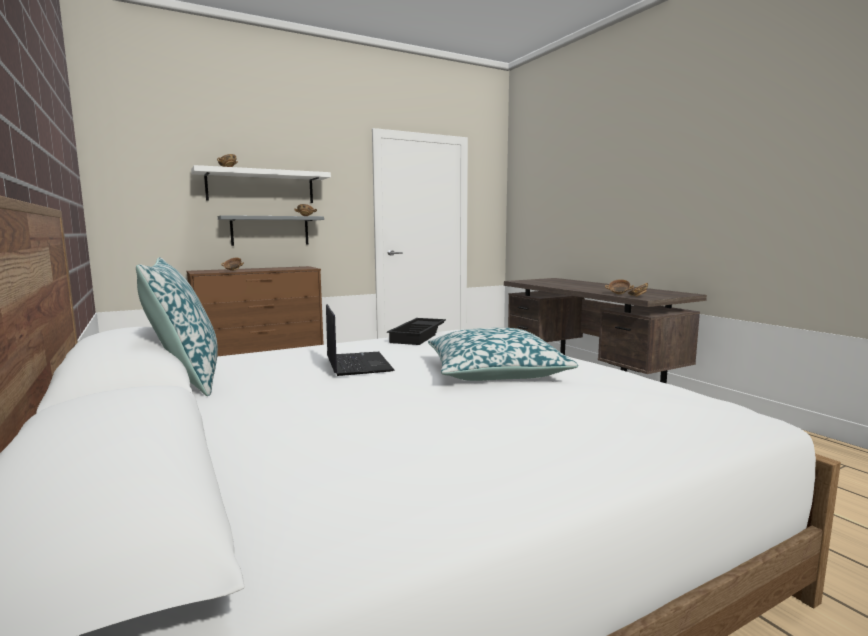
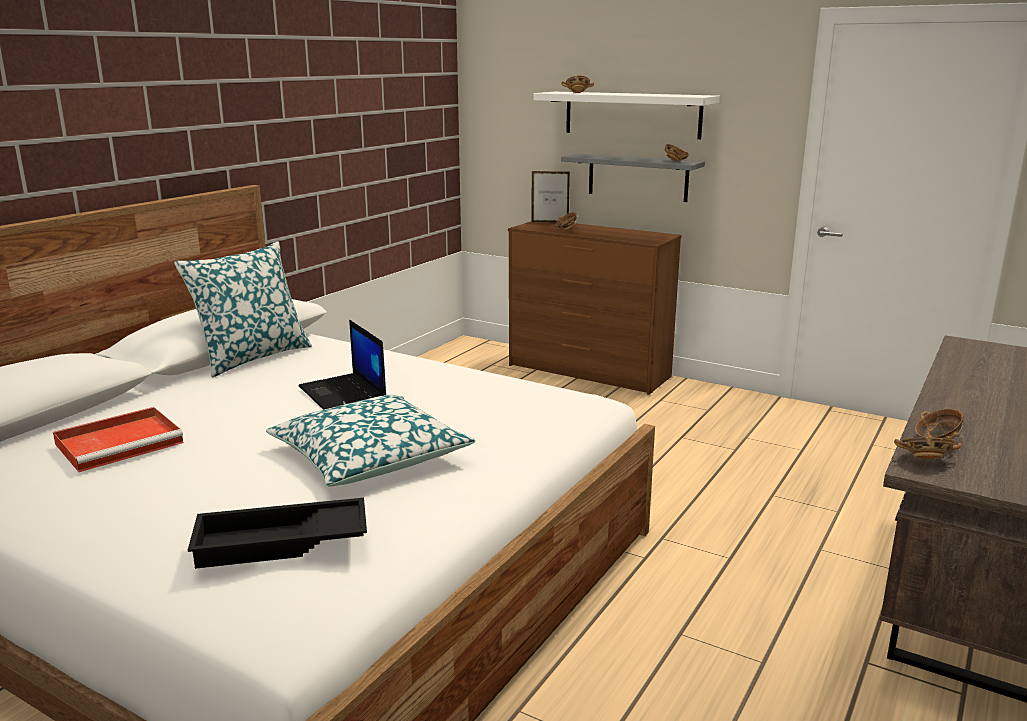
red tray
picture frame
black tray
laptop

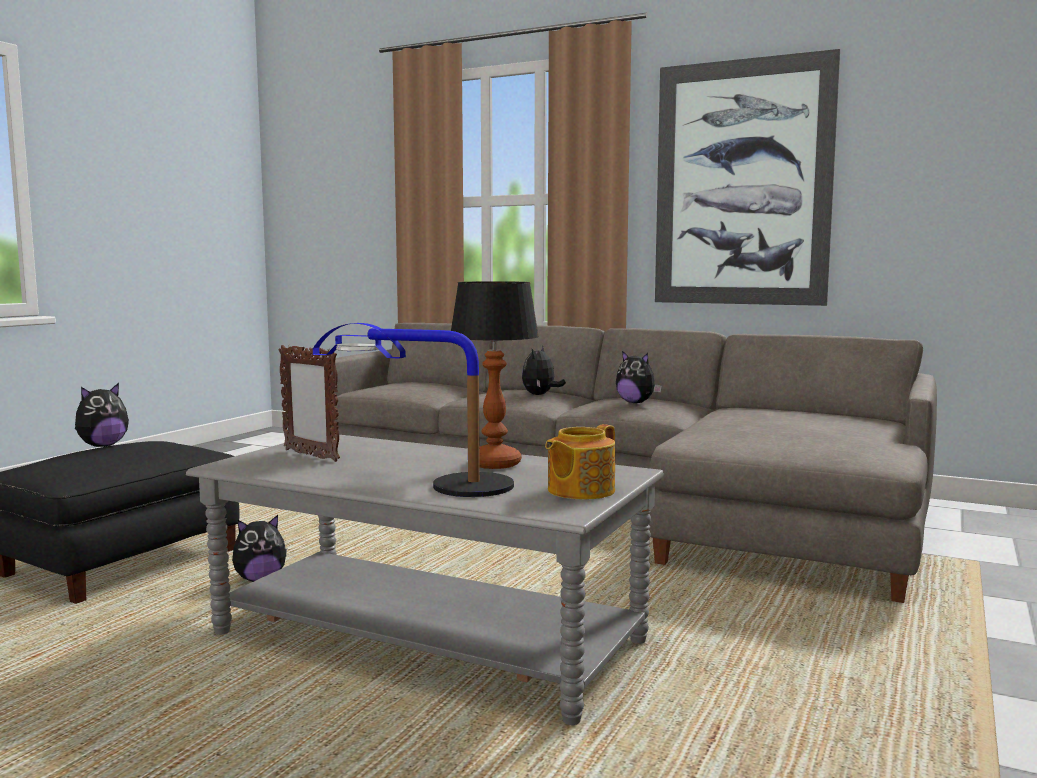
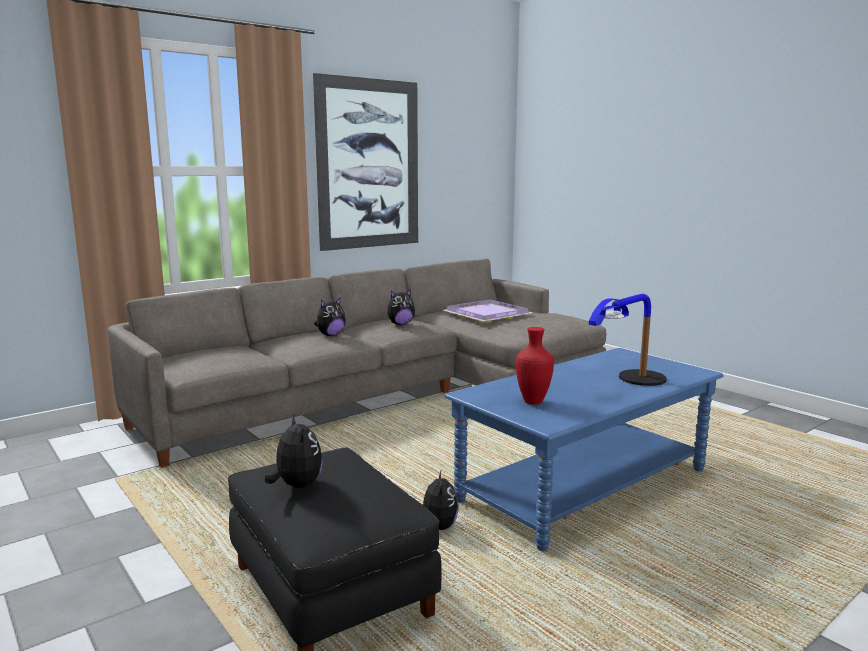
table lamp (no. 2 from left in the first image)
teapot
purple tray
red vase
blue coffee table
plush toy (no. 2 from left)

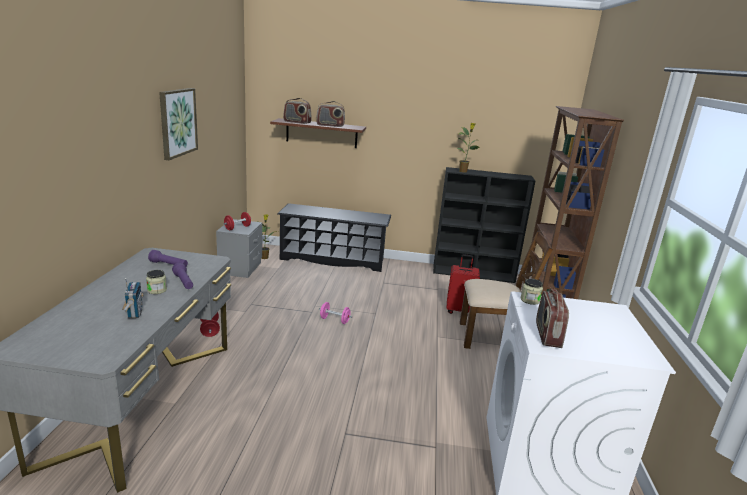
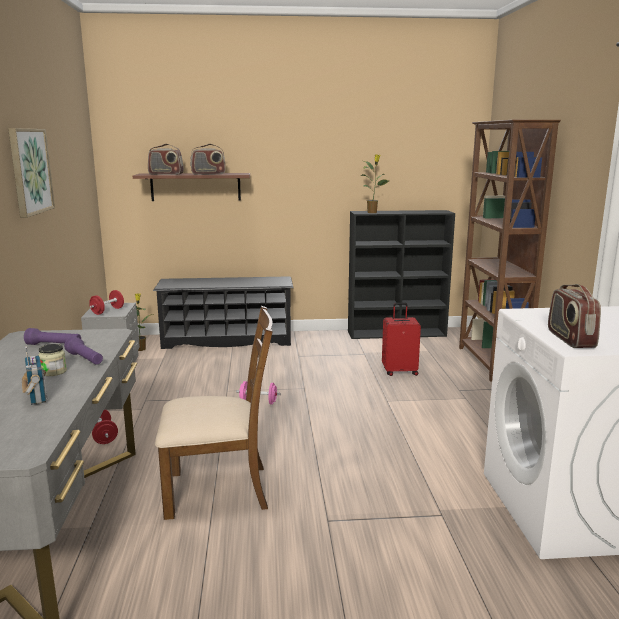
jar (no. 2 from left in the first image)
brown chair

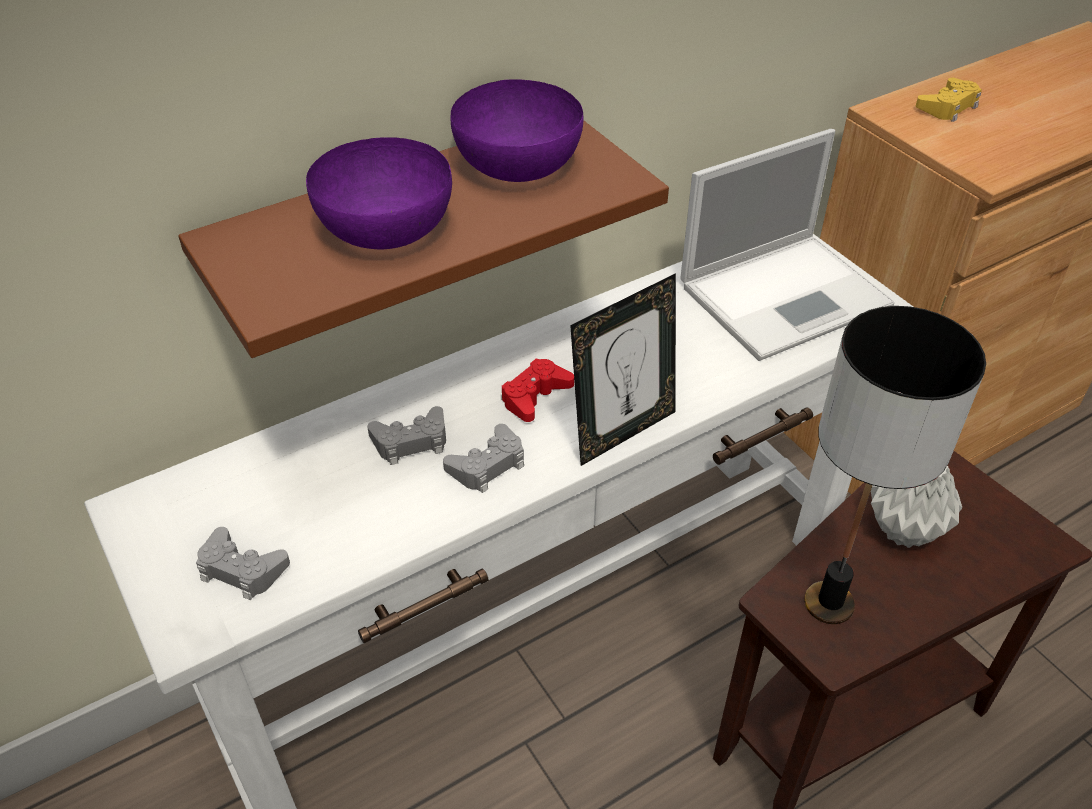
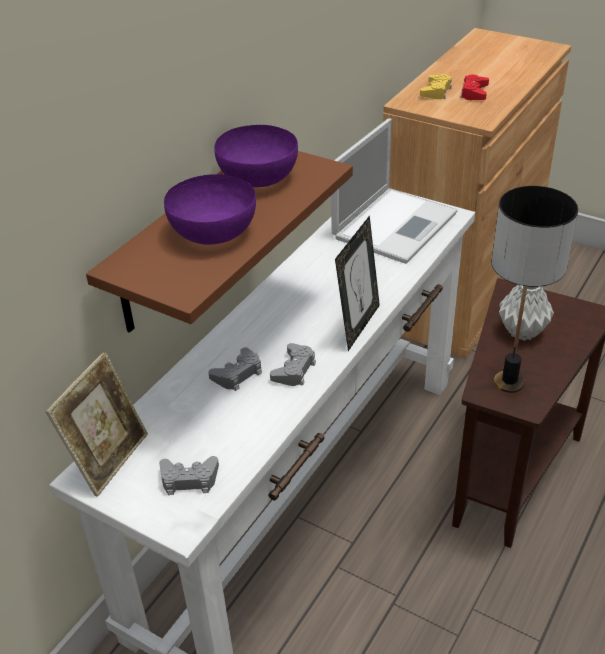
picture frame (no. 1 from left)
red game controller

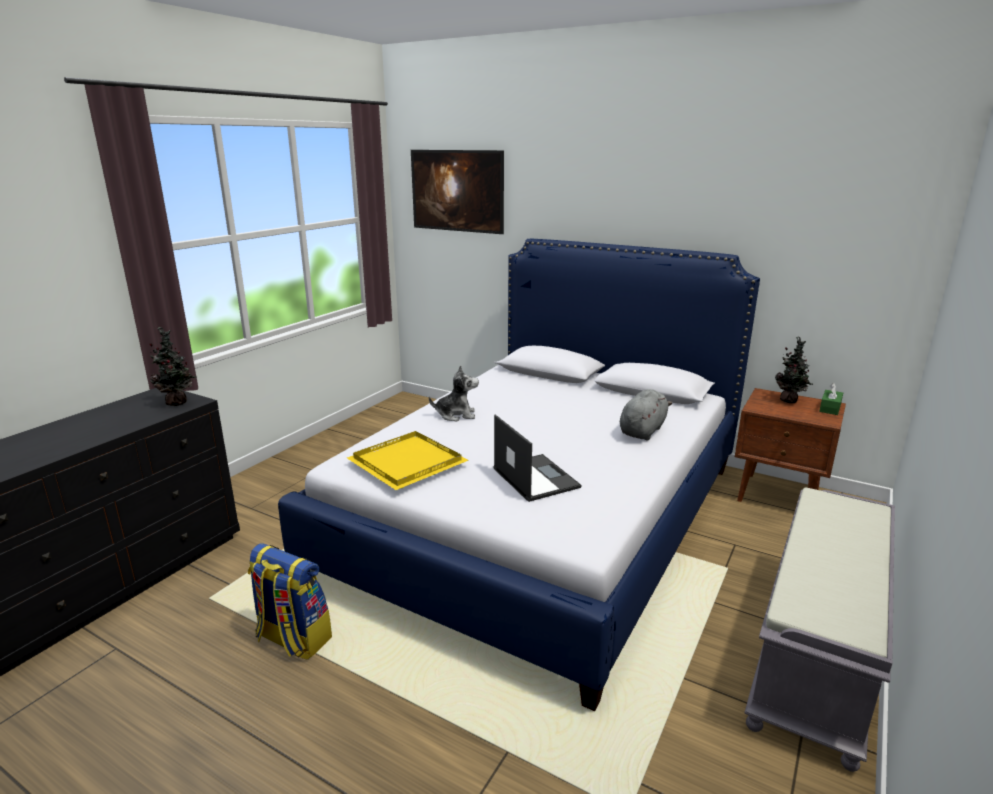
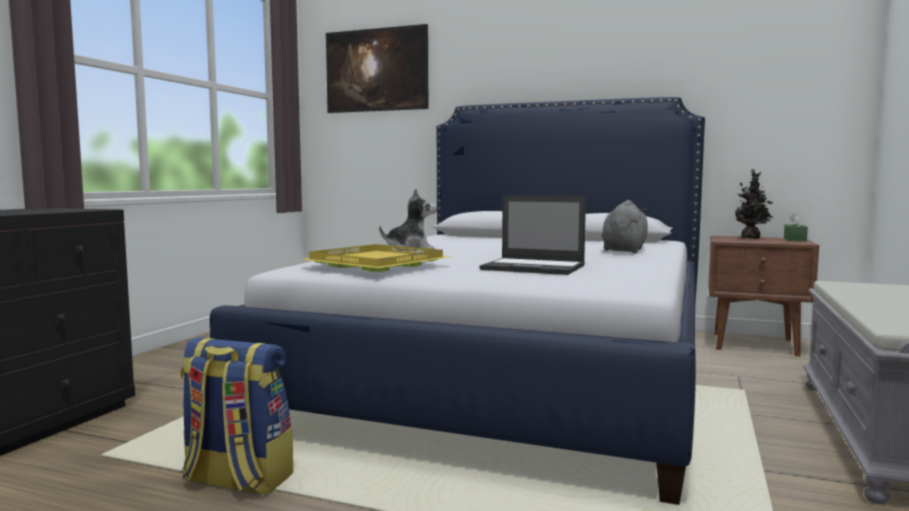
potted plant (no. 1 from left in the first image)
laptop

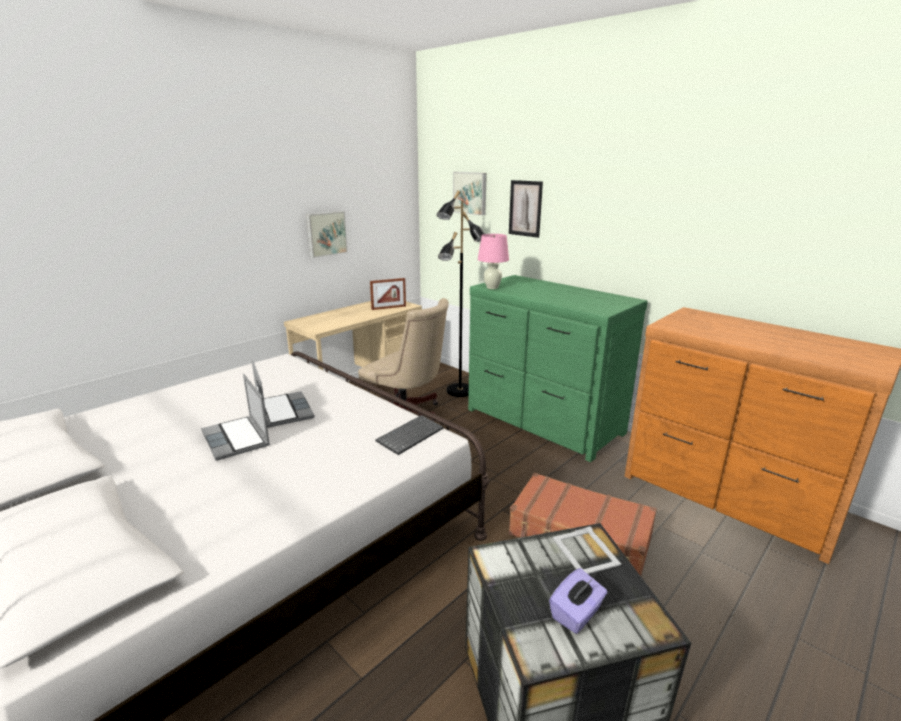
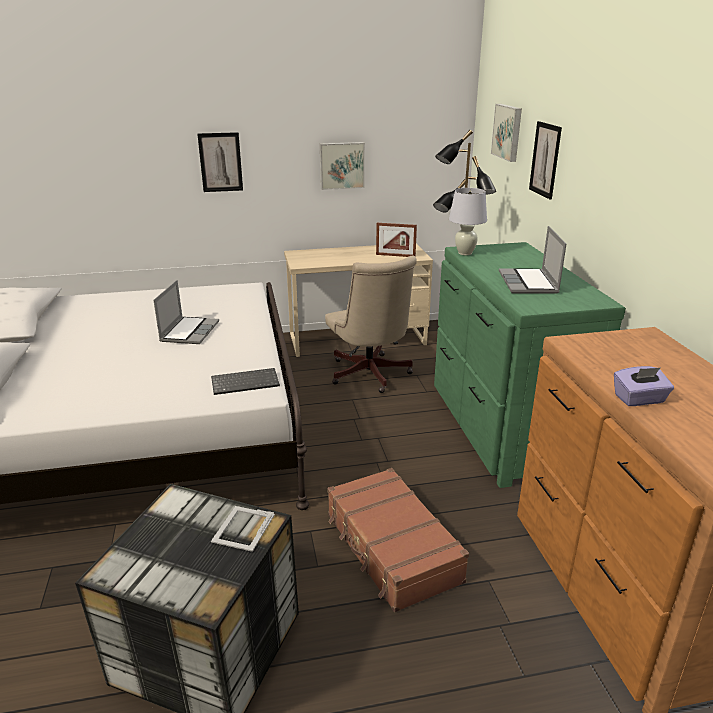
picture (no. 1 from left)
laptop (no. 2 from left)
purple tissue box
white table lamp

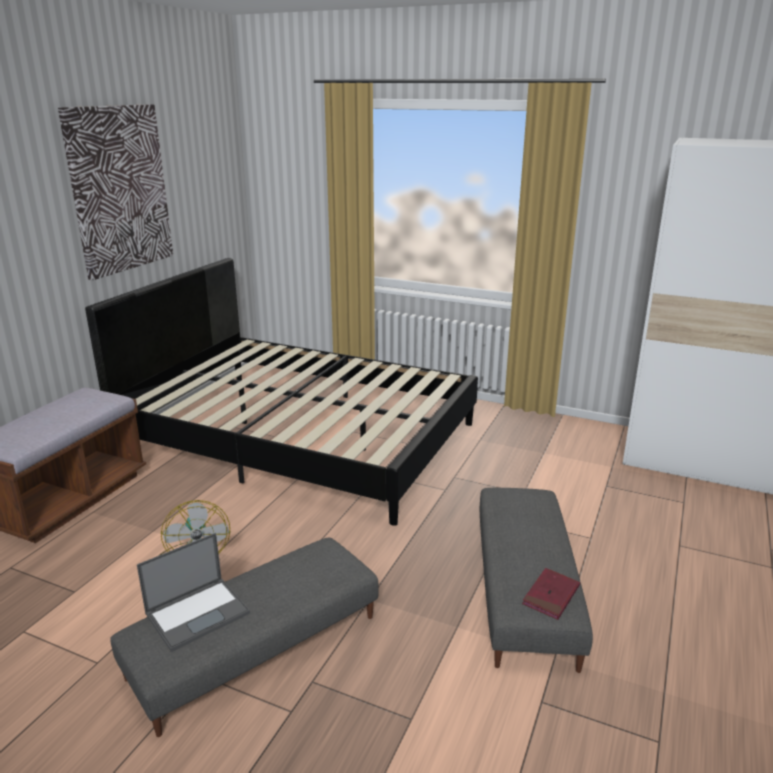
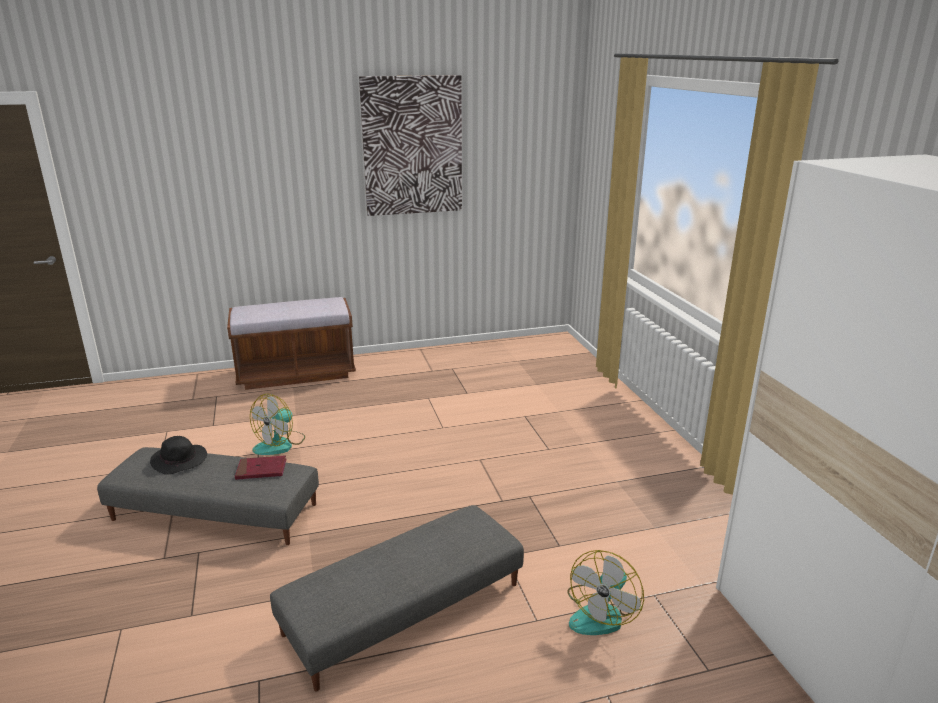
black bed
fan (no. 2 from left)
red book
black hat

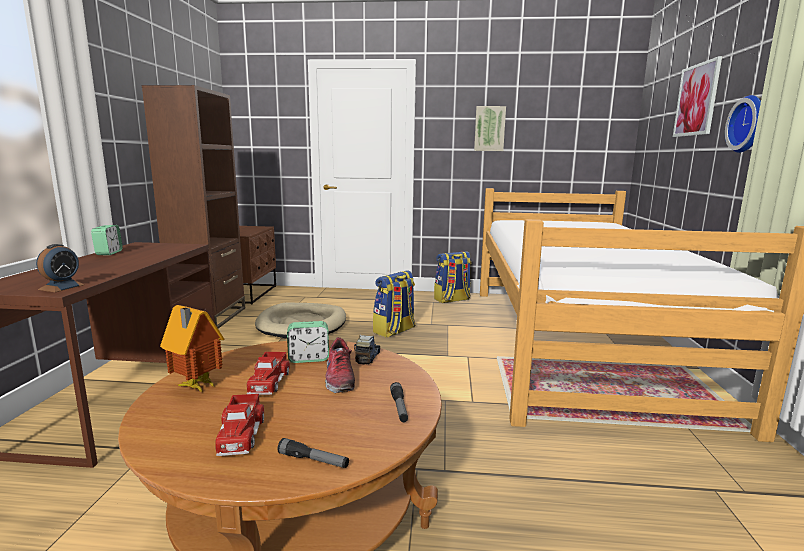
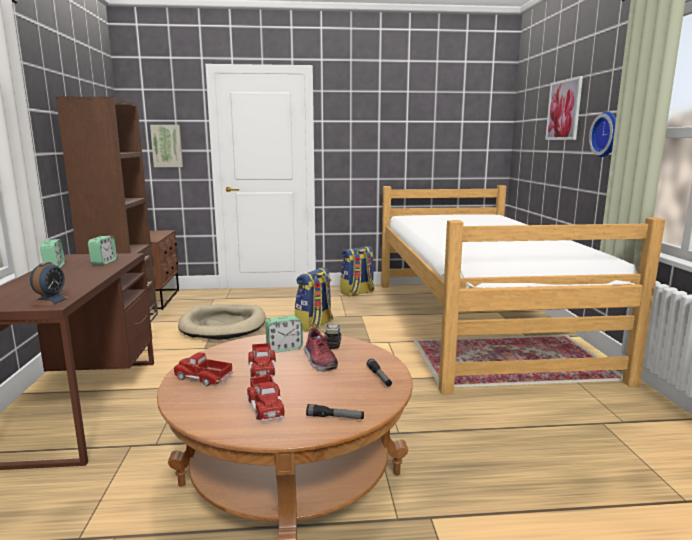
alarm clock (no. 3 from left)
picture (no. 1 from left)
toy truck (no. 1 from left)

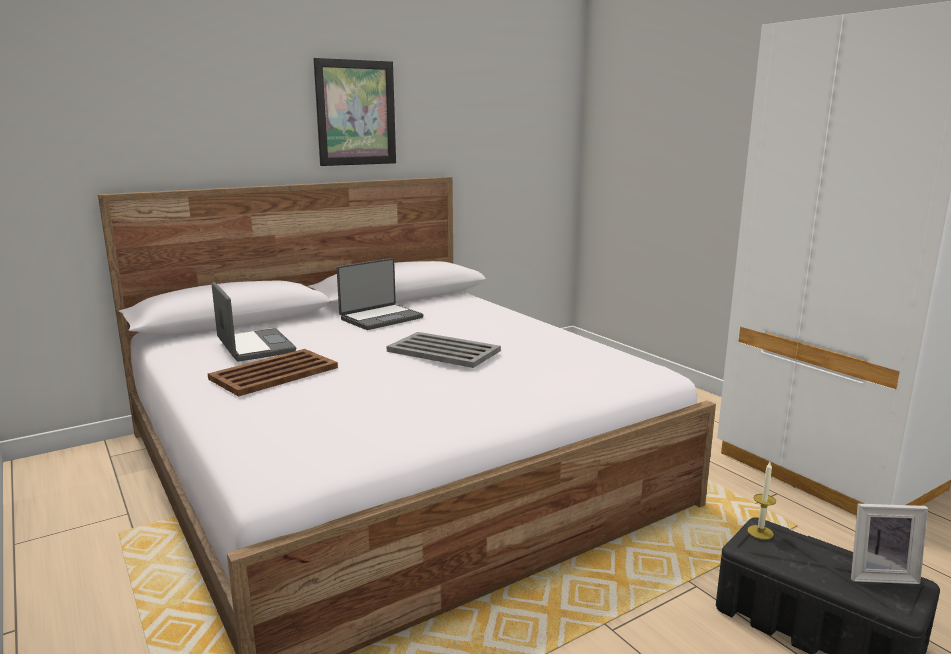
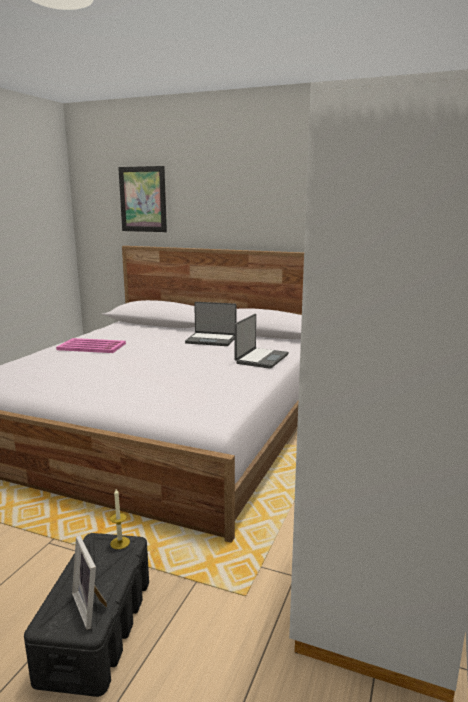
grey tray
laptop (no. 2 from left)
picture
pink tray

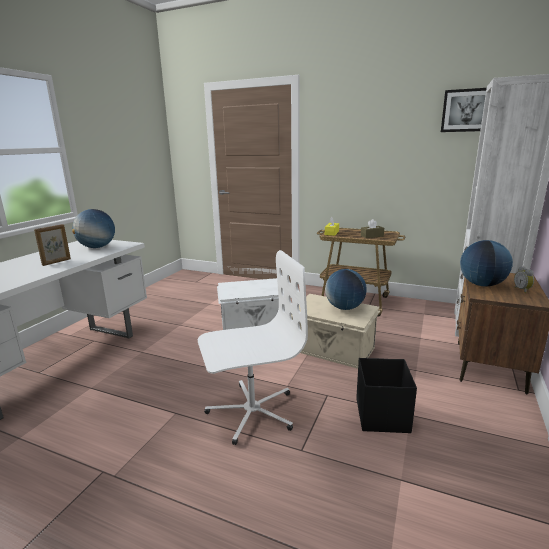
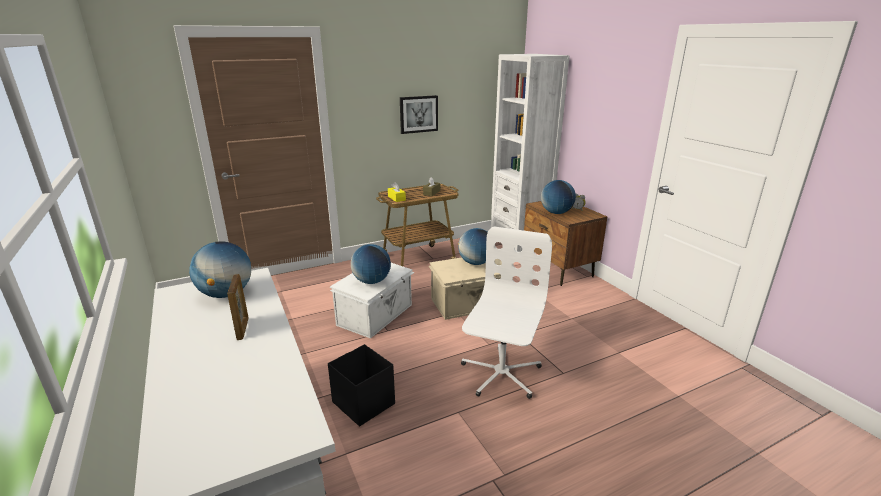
globe (no. 2 from left)
black storage box
picture

